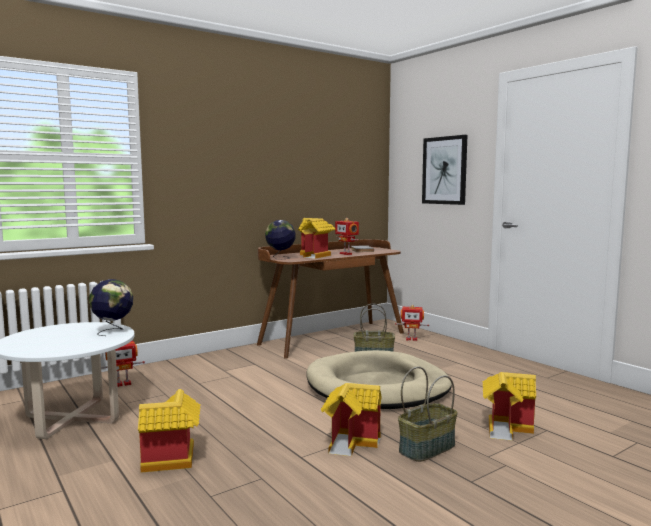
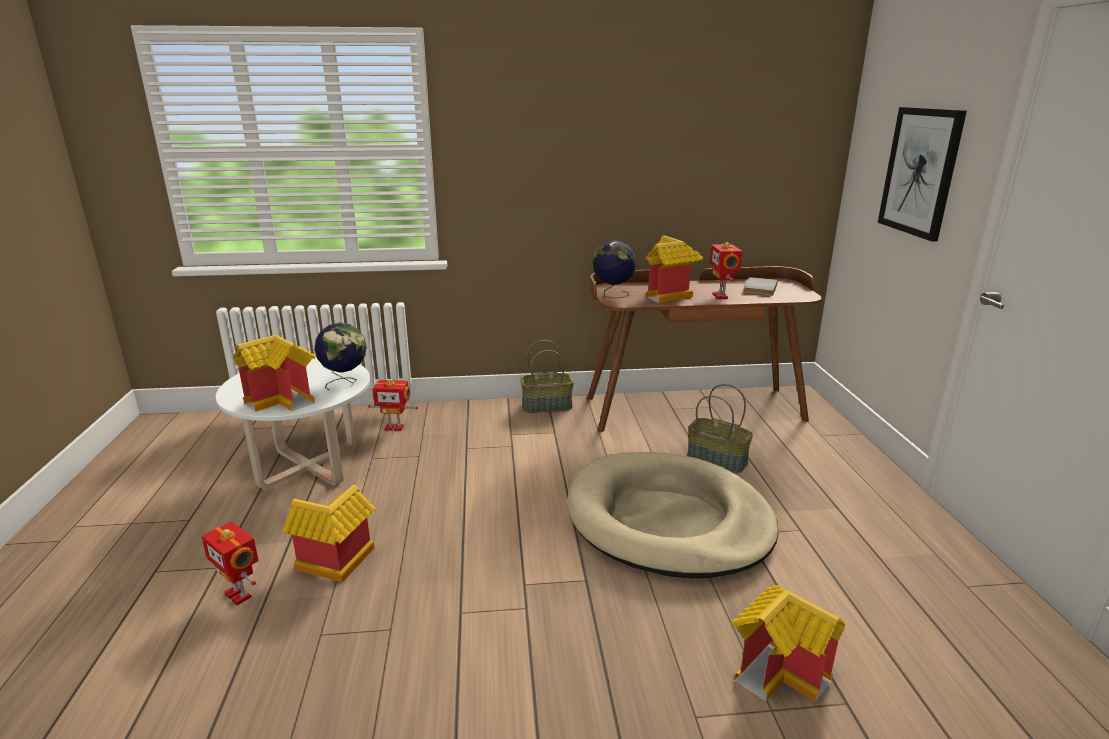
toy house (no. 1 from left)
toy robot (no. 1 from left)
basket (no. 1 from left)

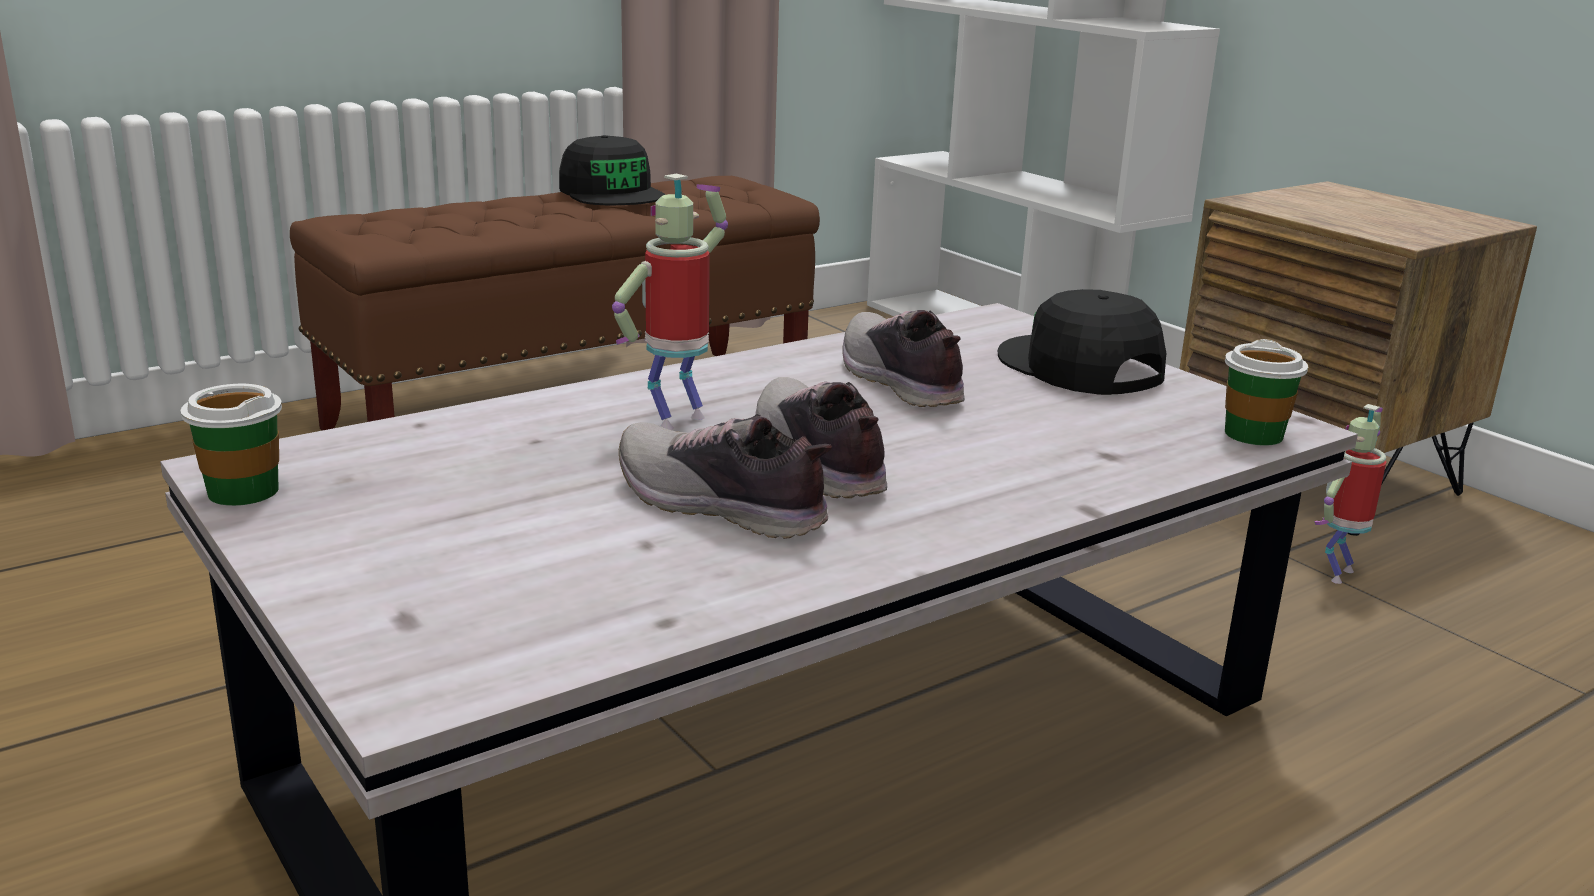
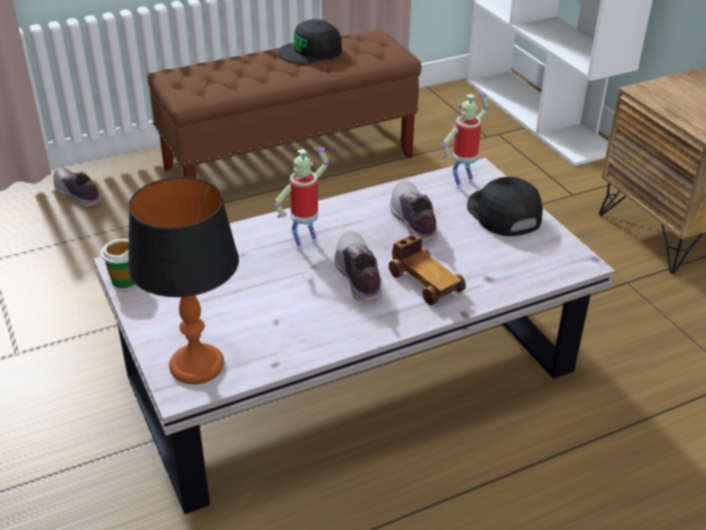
cup (no. 2 from left in the first image)
table lamp
toy car
shoe (no. 1 from left)
toy robot (no. 2 from left)
black cap (no. 1 from left)

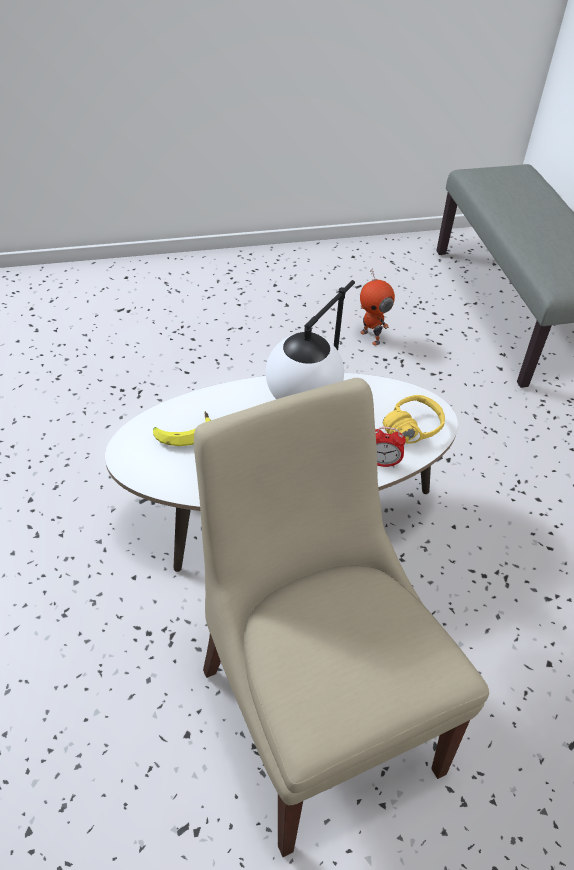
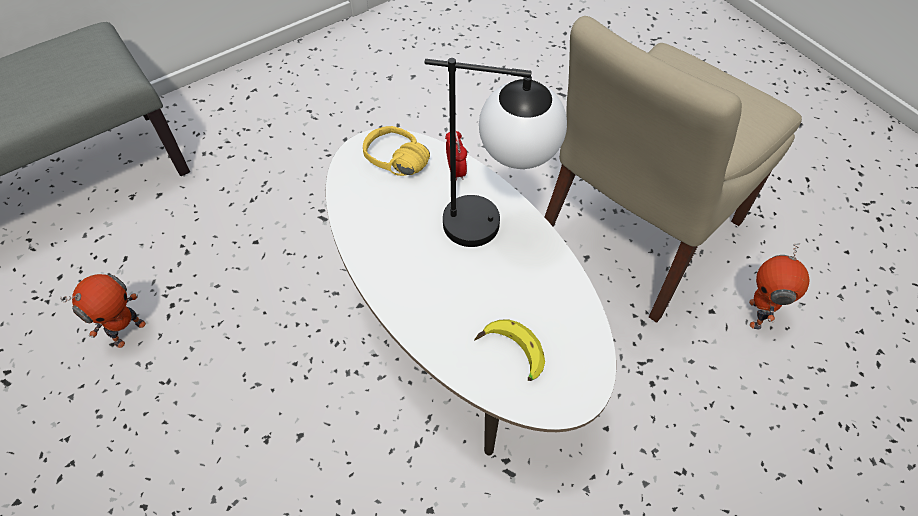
toy robot (no. 2 from left)

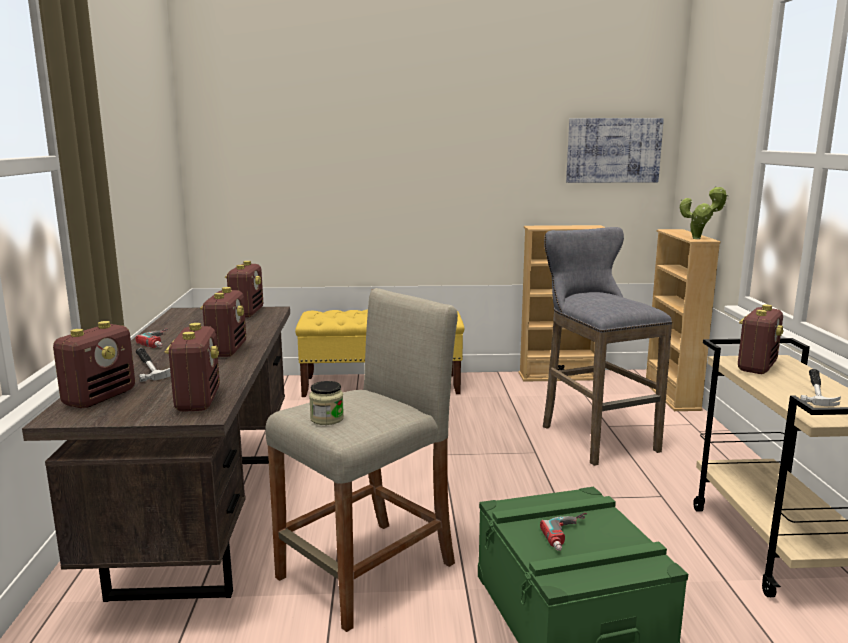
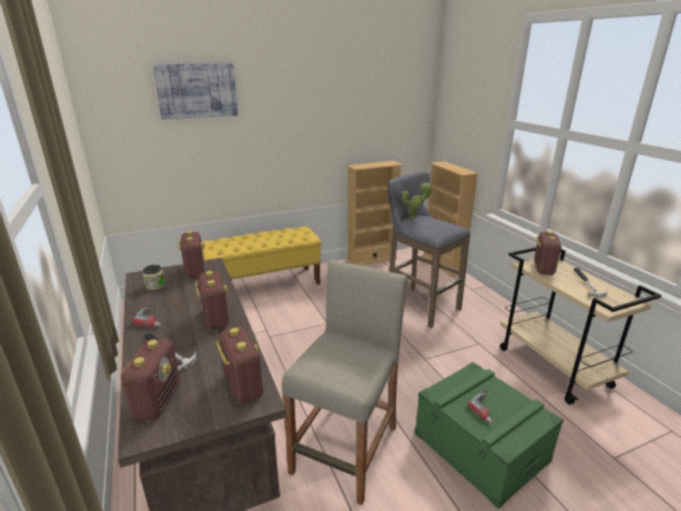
jar
picture
potted plant

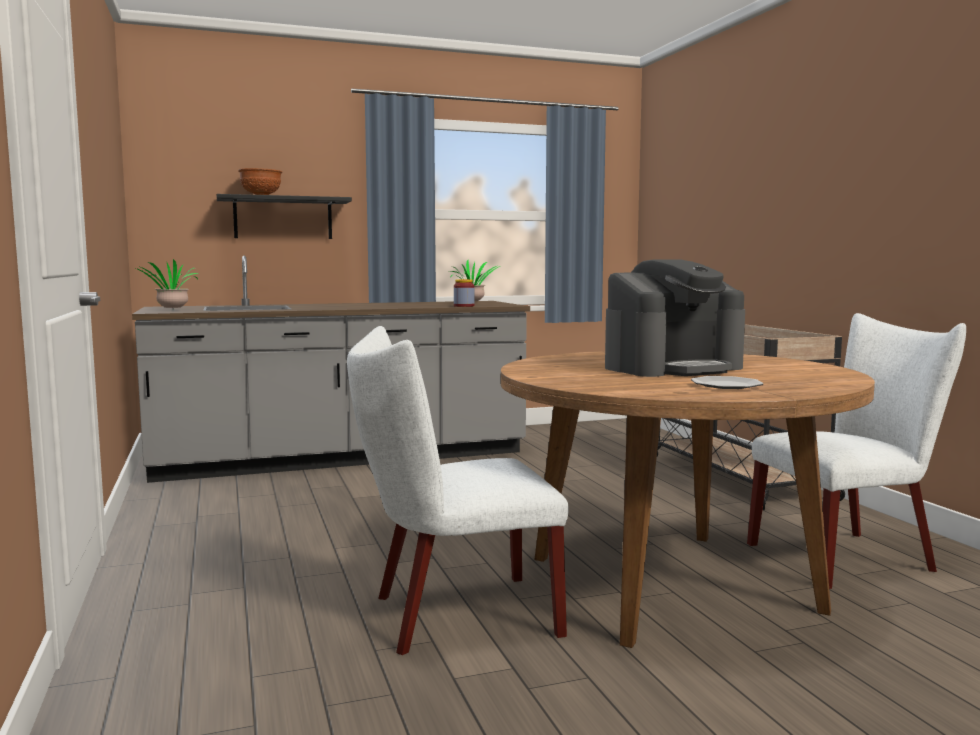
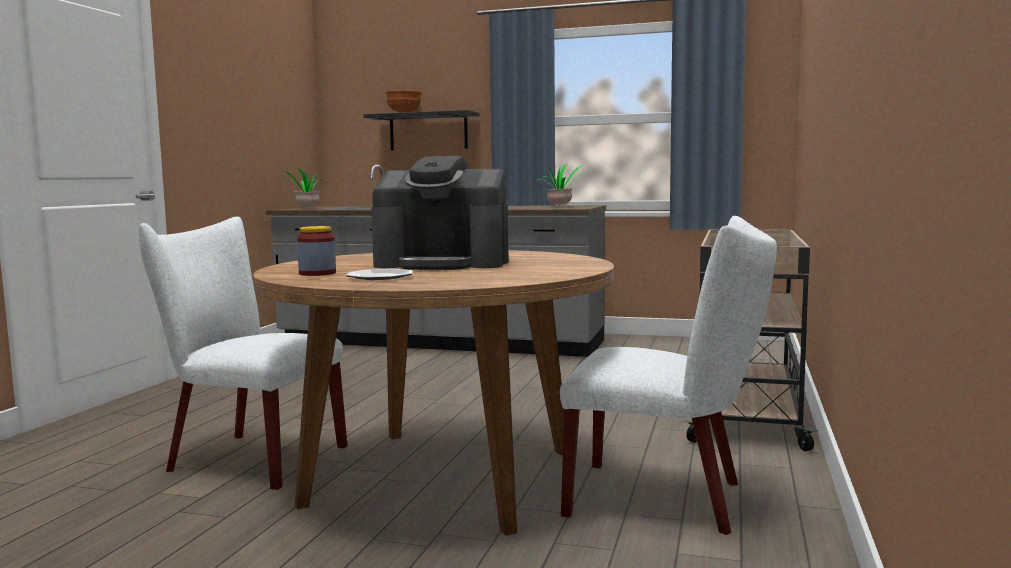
jar

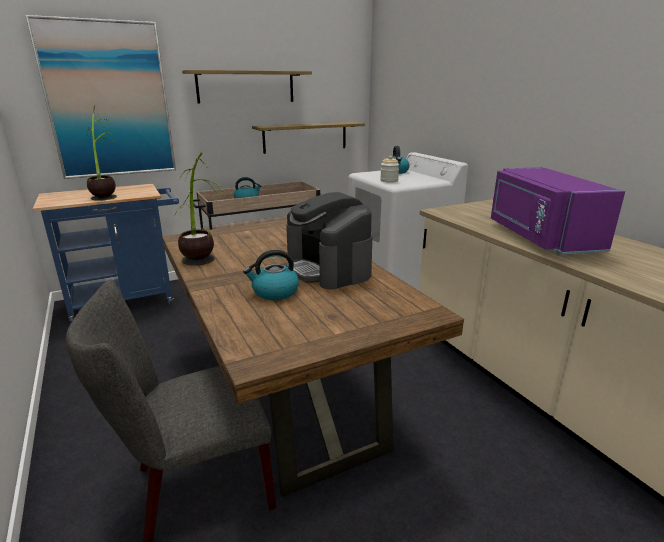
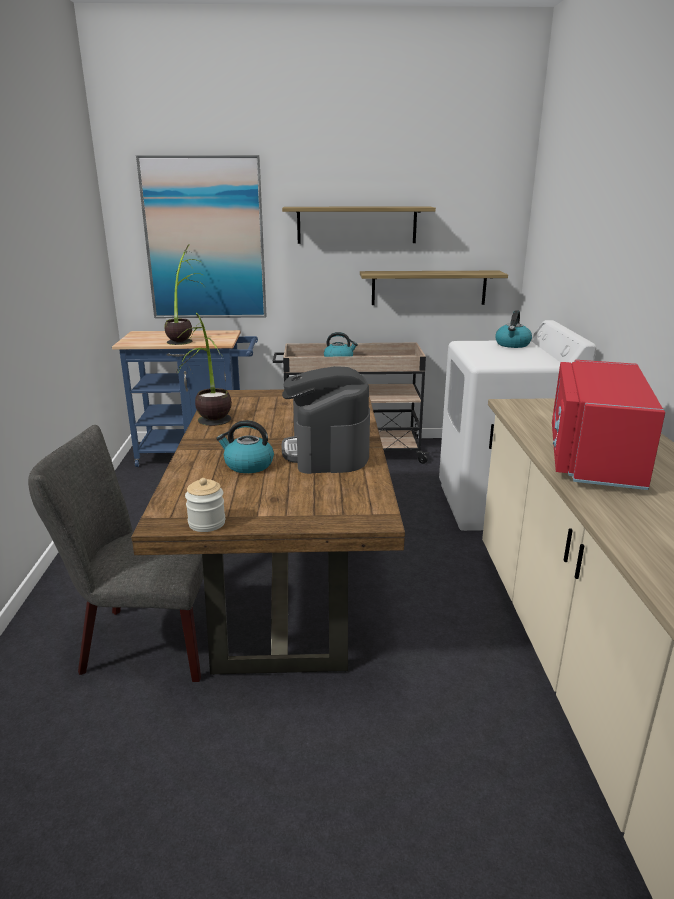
jar
red microwave

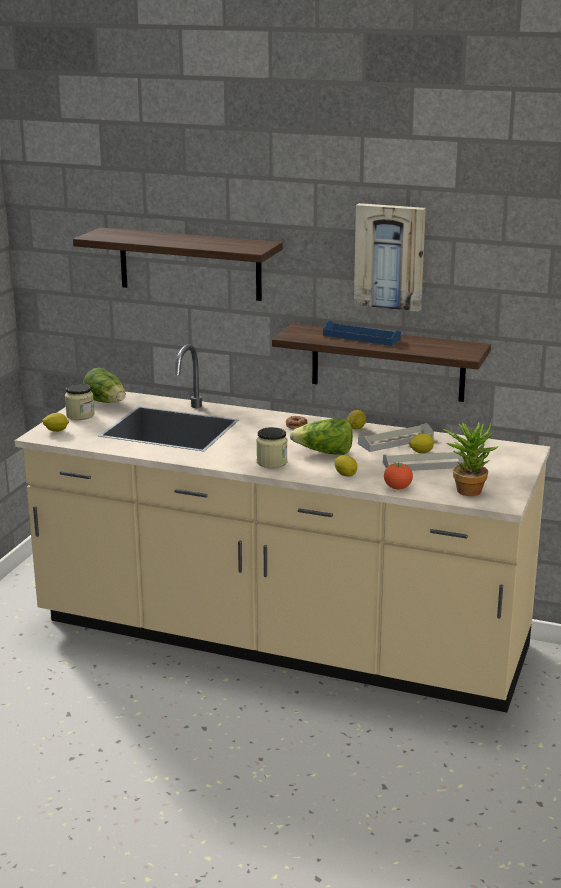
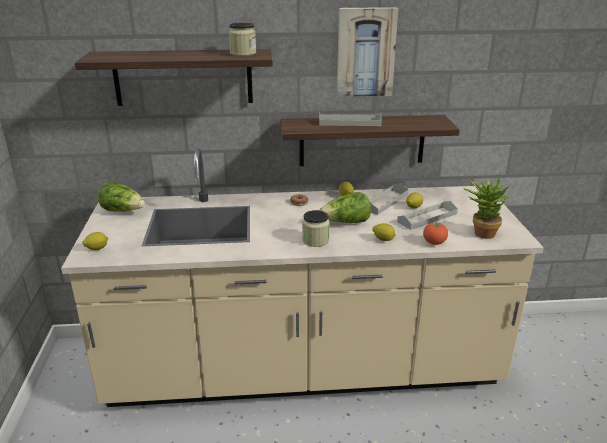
jar (no. 1 from left)
grey tray (no. 1 from left)

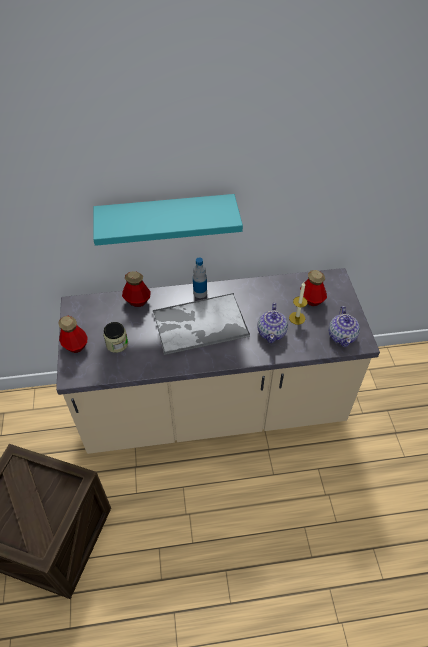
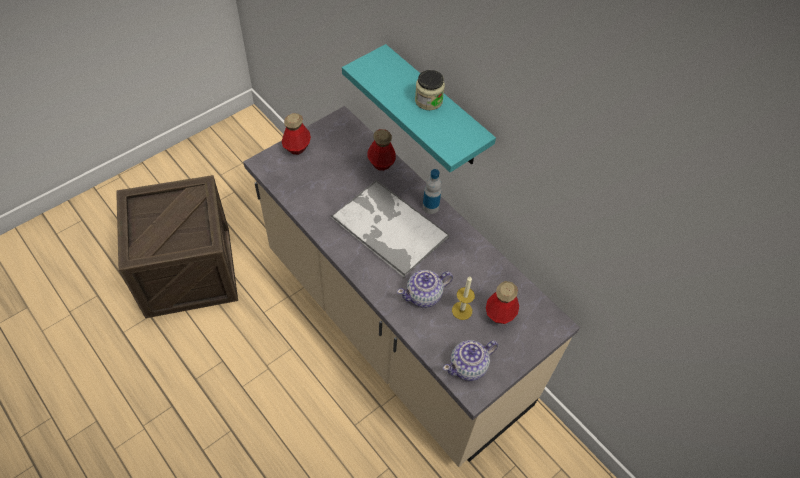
jar

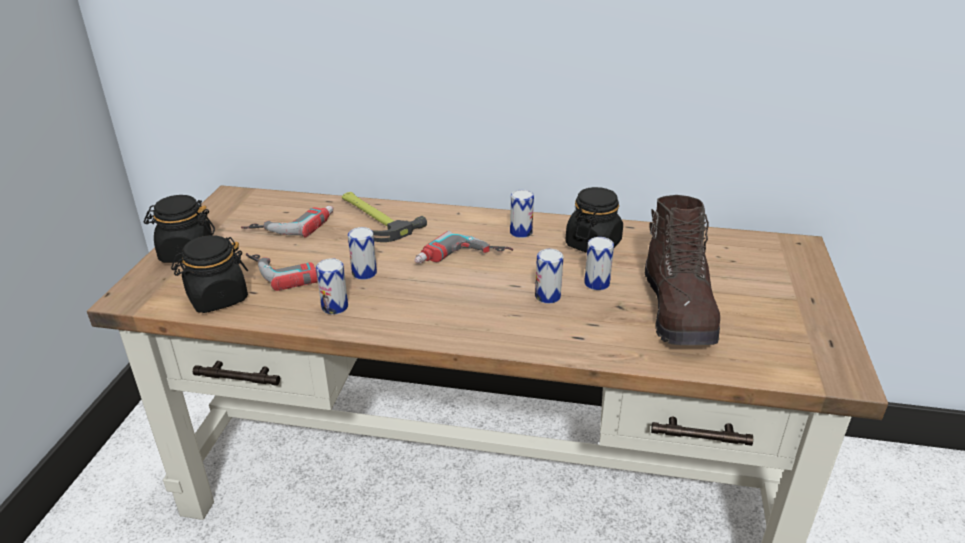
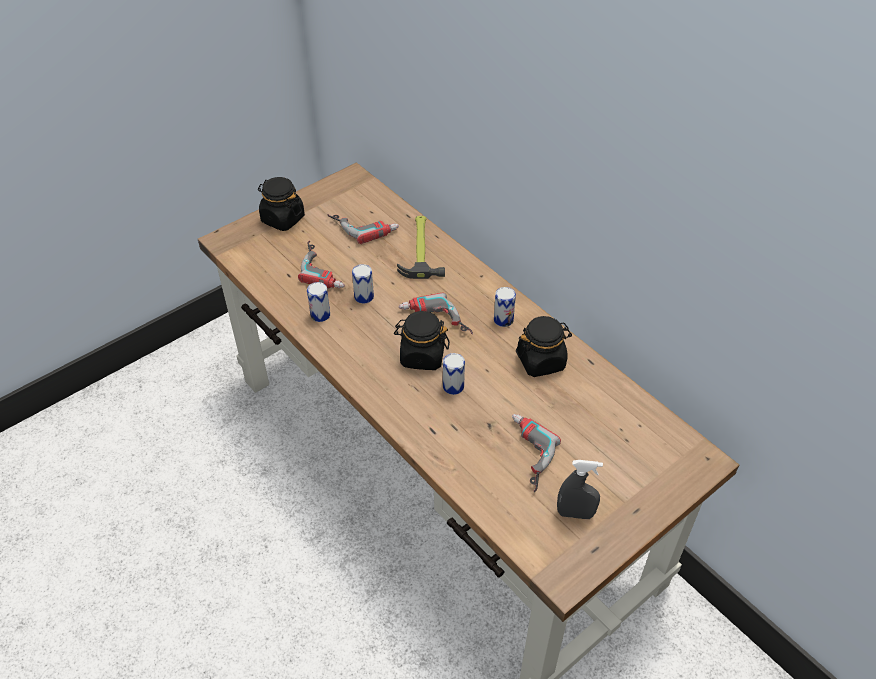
can (no. 5 from left in the first image)
grey spray bottle
black jar (no. 2 from left)
power drill (no. 4 from left)

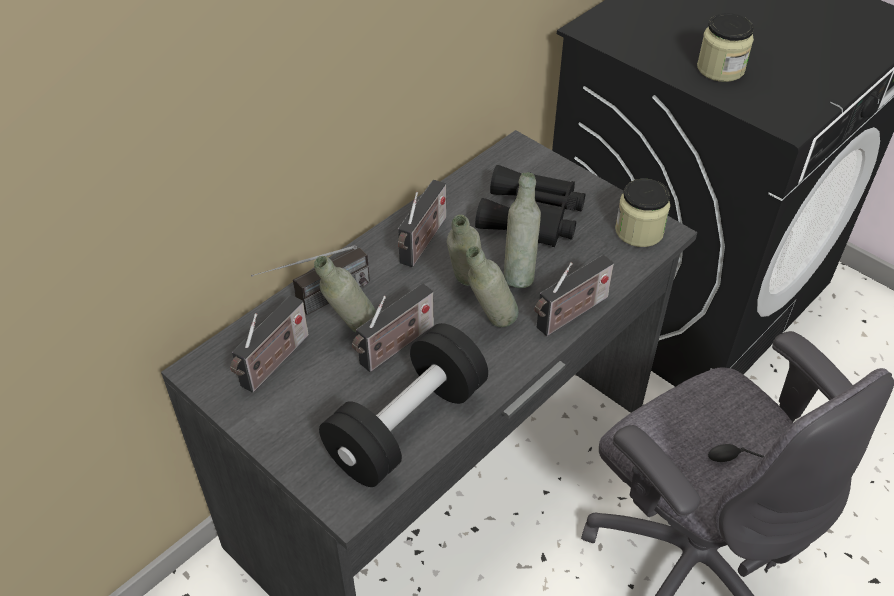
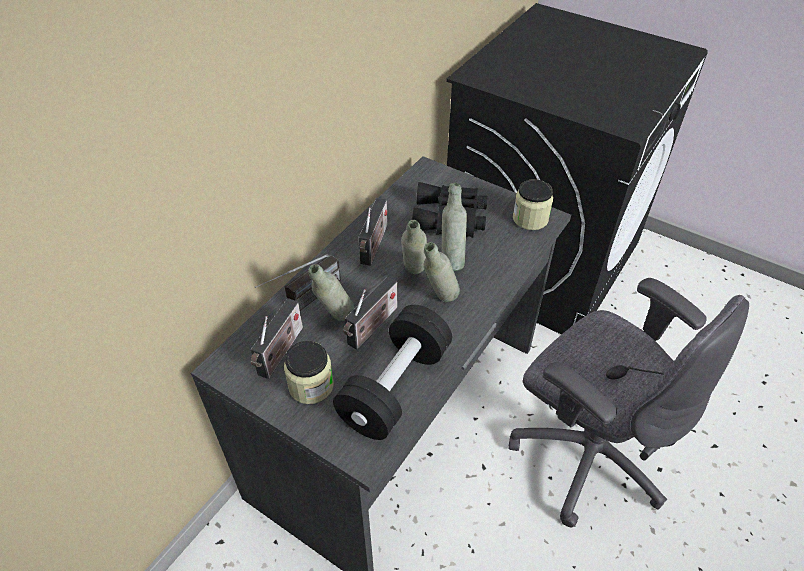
radio (no. 5 from left in the first image)
jar (no. 1 from left)

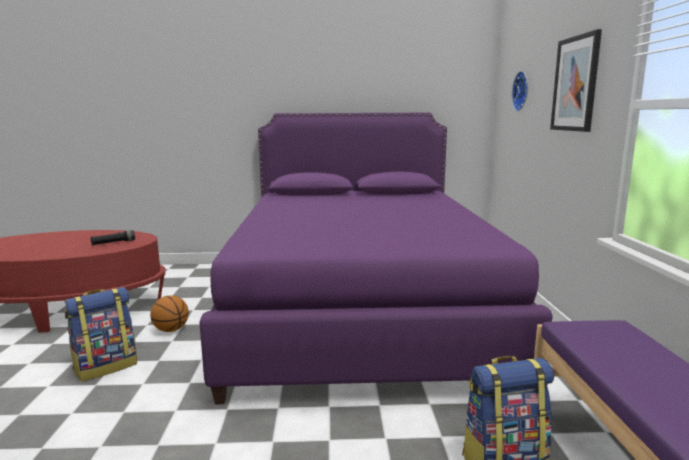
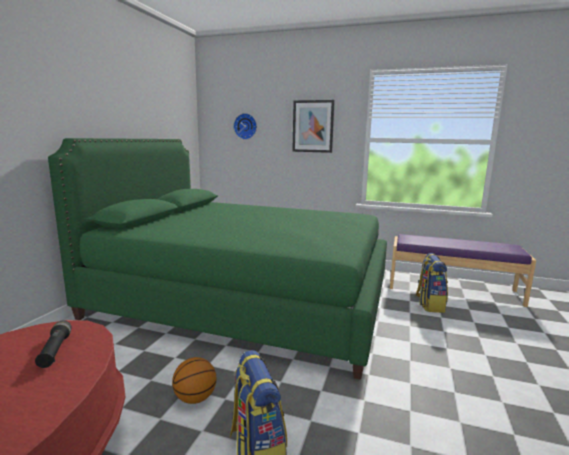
green bed

